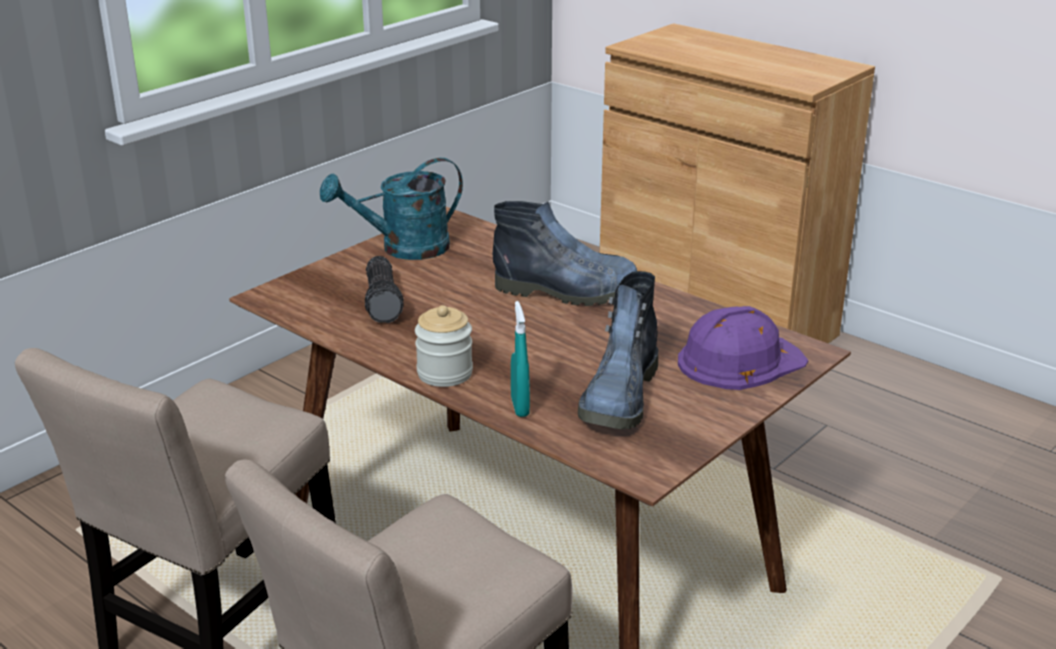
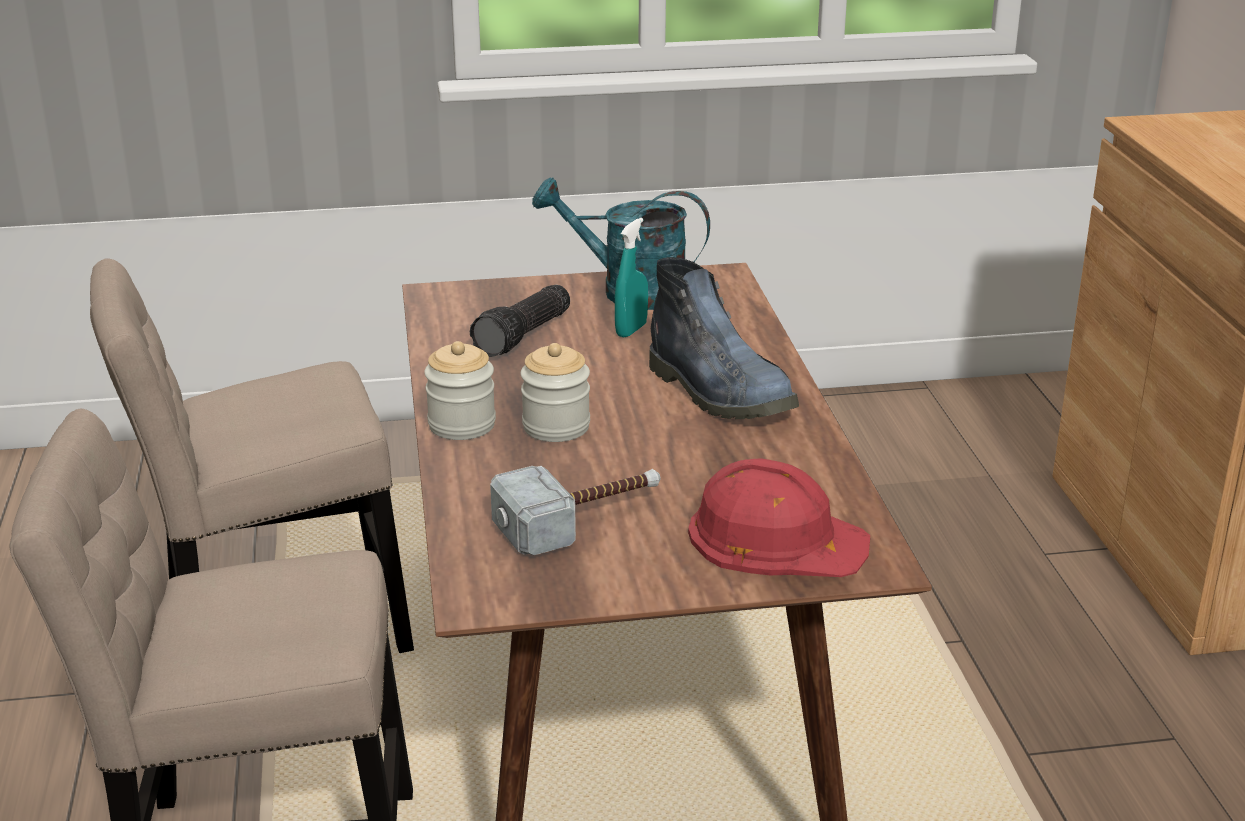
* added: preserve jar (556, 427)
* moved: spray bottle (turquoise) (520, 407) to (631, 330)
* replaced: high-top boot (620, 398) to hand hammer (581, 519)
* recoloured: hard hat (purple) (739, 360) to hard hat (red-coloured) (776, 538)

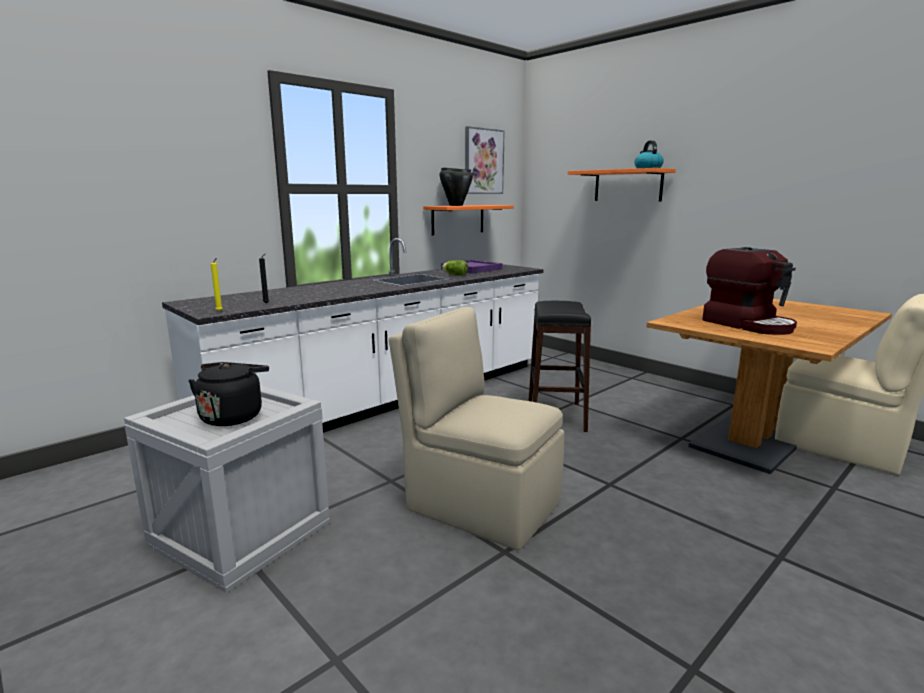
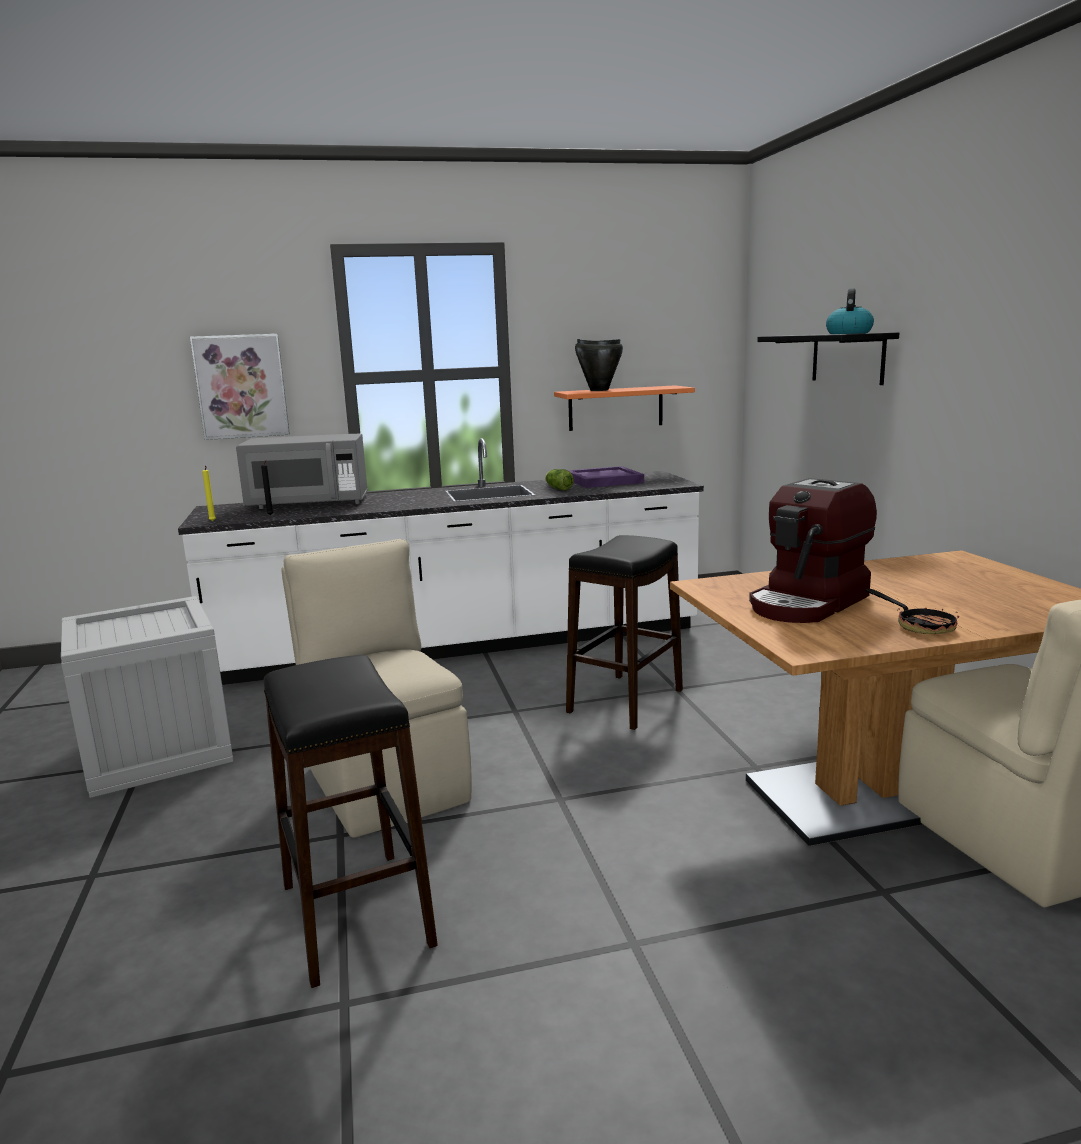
* removed: water kettle (black-coloured) (233, 416)
* added: microwave oven (greyish) (309, 503)
* added: stool seat (black-coloured) (355, 914)
* added: pan (918, 625)
* moved: wall art (483, 161) to (241, 386)
* recoloured: shelf (orange) (628, 185) to shelf (black-coloured) (847, 358)
* turned: coffee machine (748, 324) = (809, 603) 45 degrees clockwise

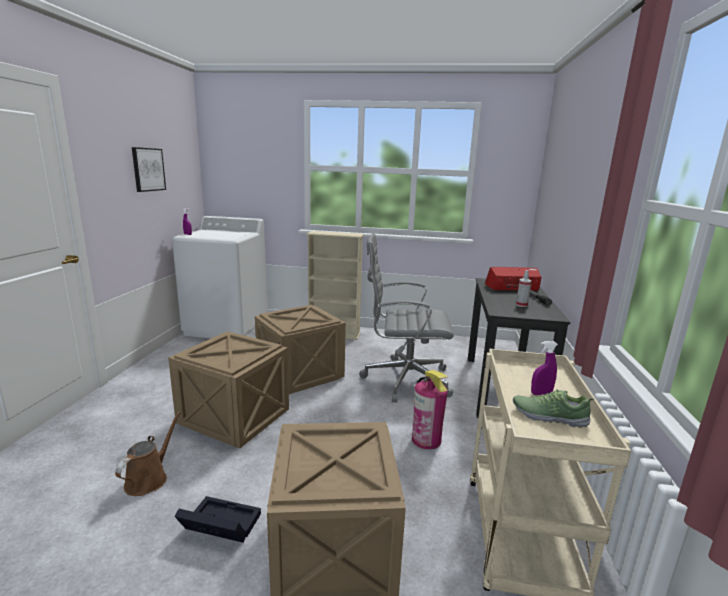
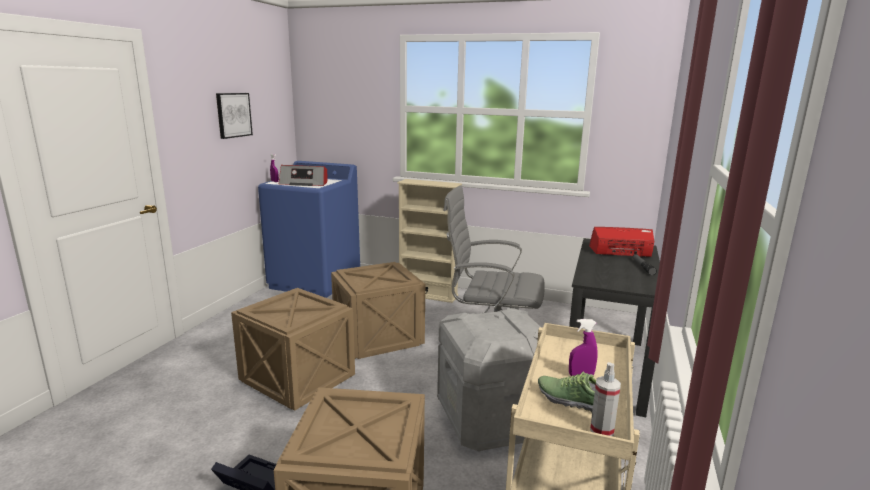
* removed: watering can (brown-coloured) (149, 479)
* added: radio receiver (304, 183)
* moved: spray bottle (521, 305) to (602, 430)
* replaced: fire extinguisher (426, 440) to storage box (greyish) (494, 419)
* recoloured: washing machine (white) (227, 327) to washing machine (blue) (315, 281)

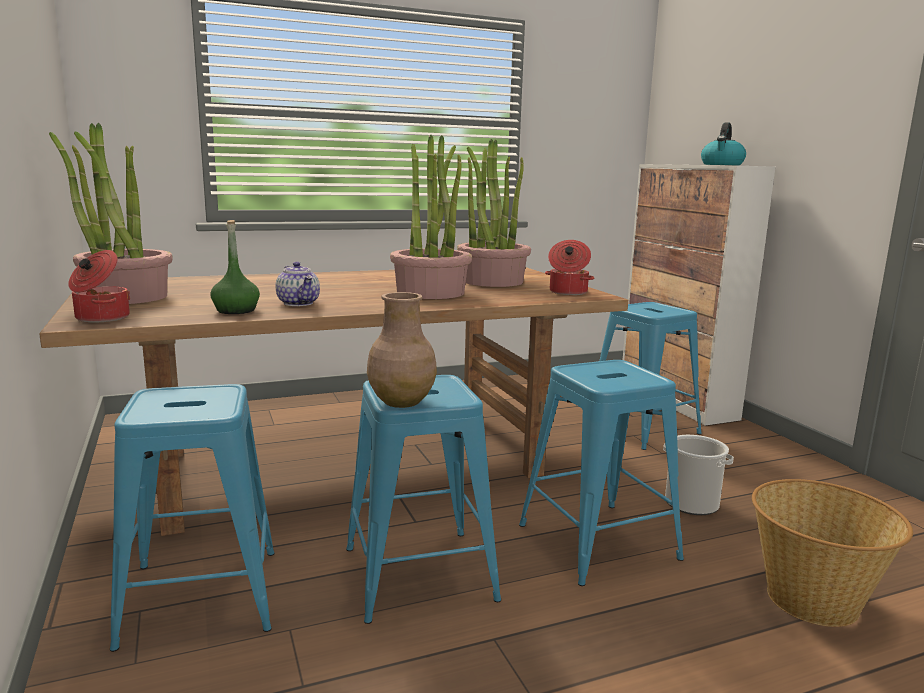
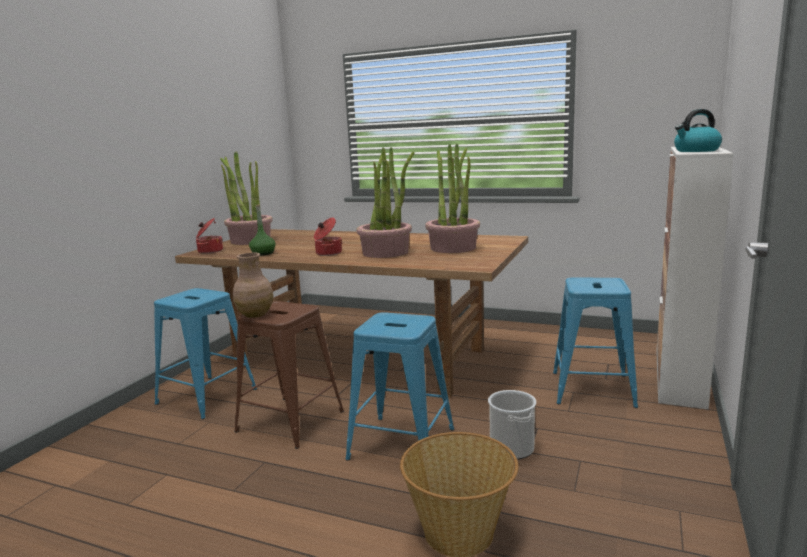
* removed: tea pot (299, 303)
* moved: saucepot (567, 292) to (328, 253)
* recoloured: stool seat (blue) (419, 573) to stool seat (brown-coloured) (291, 421)

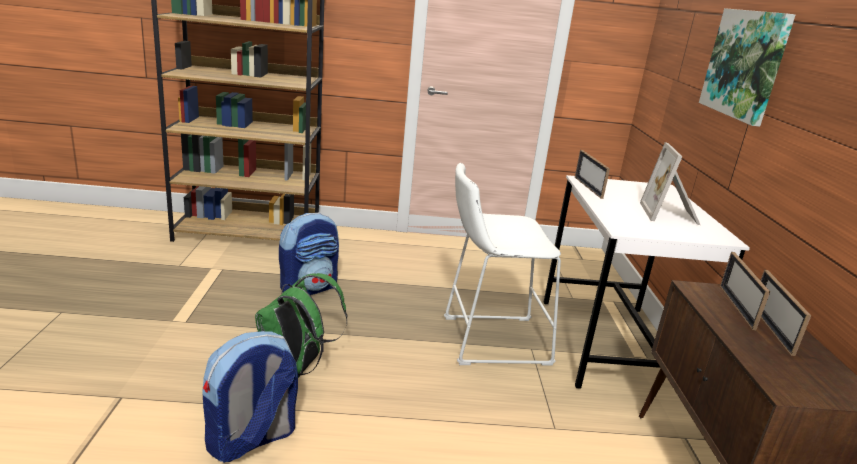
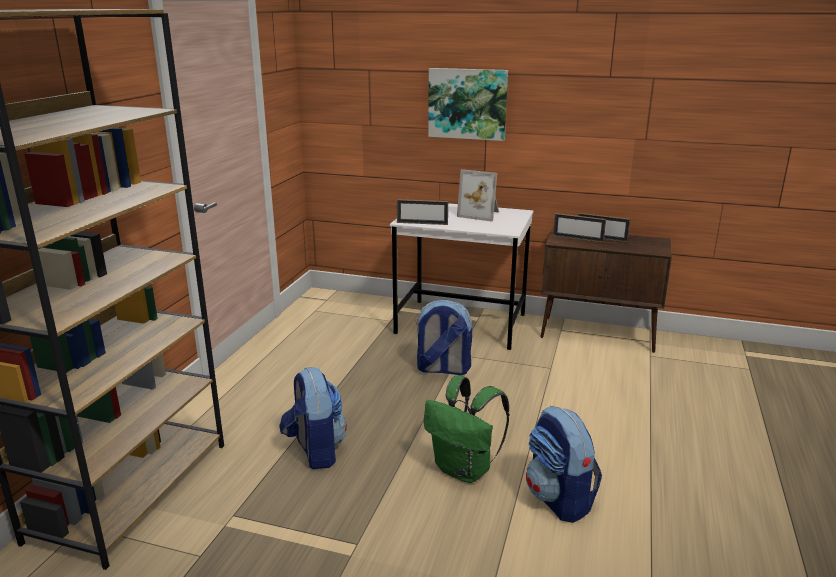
* replaced: stool seat (white) (489, 340) to knapsack (442, 369)

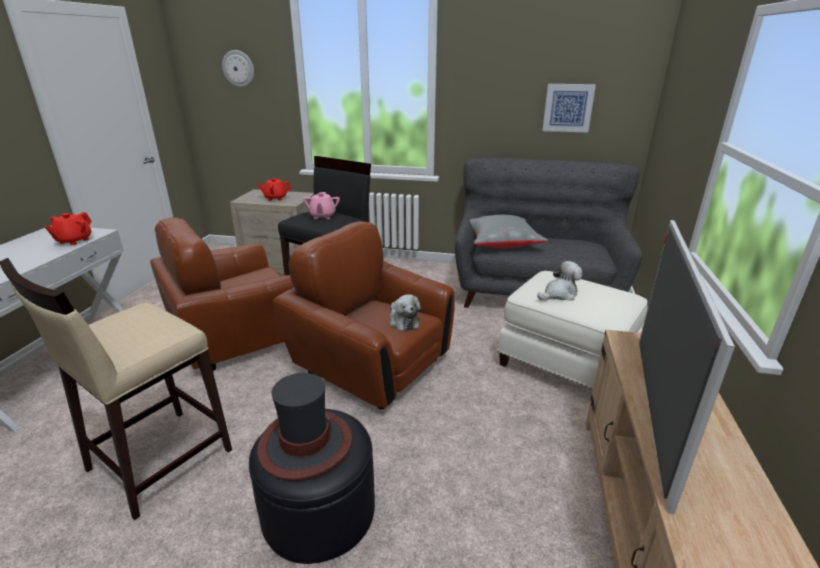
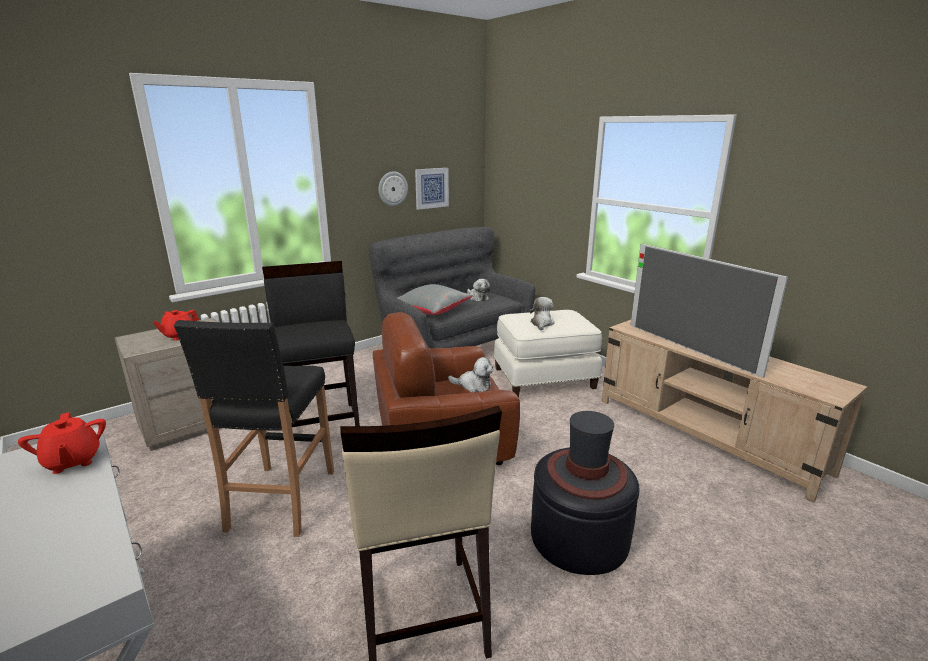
* removed: tea pot (pink) (322, 216)
* added: cuddly toy (477, 298)
* moved: hanging clock (238, 68) to (392, 188)
* replaced: armchair (brown-coloured) (237, 337) to stool seat (black-coloured) (281, 500)

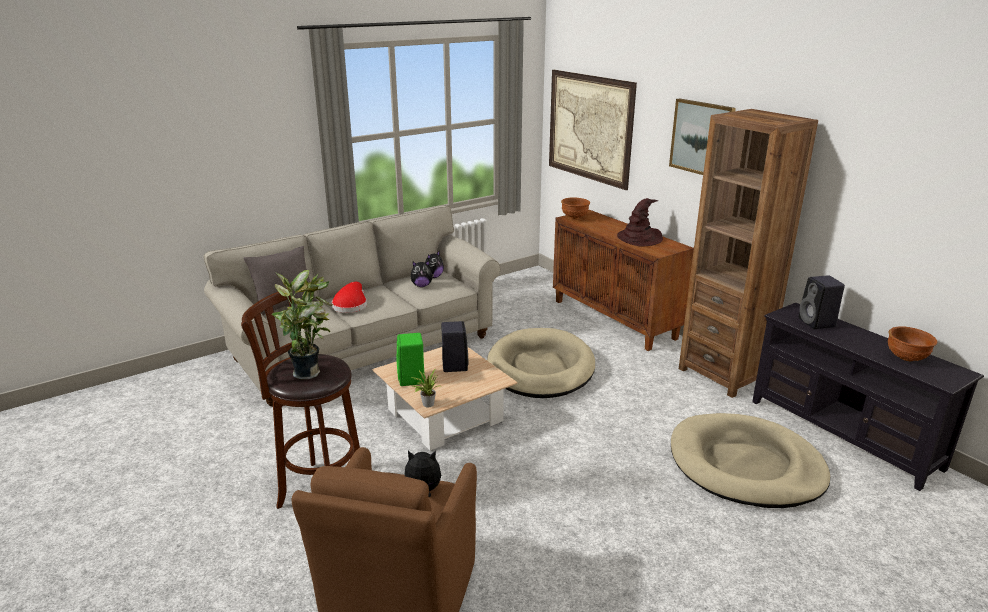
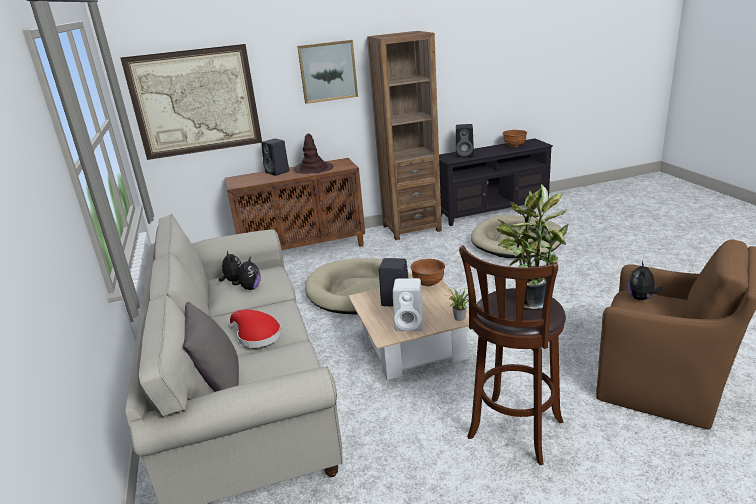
* added: loudspeaker (black-coloured) (278, 172)
* moved: deep dish (brown-coloured) (575, 218) to (428, 283)
* recoloured: loudspeaker (greenish) (412, 379) to loudspeaker (white) (410, 324)

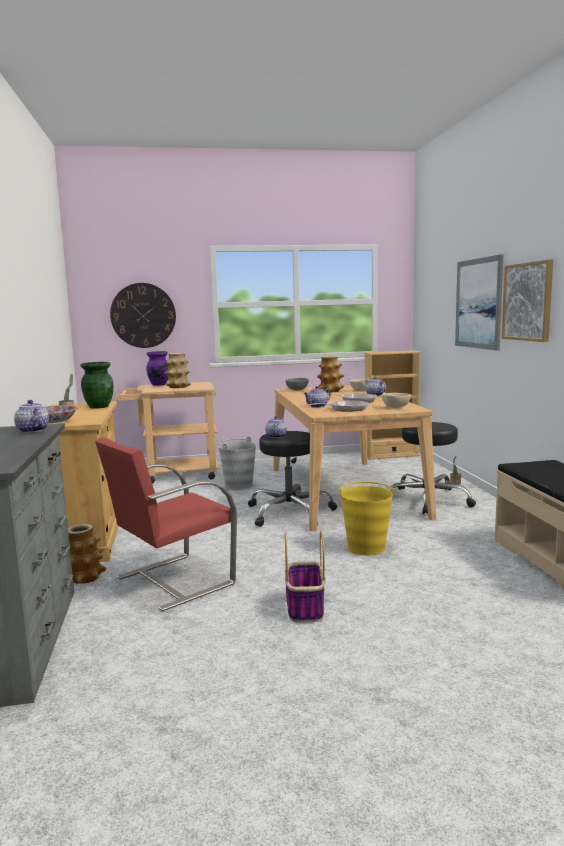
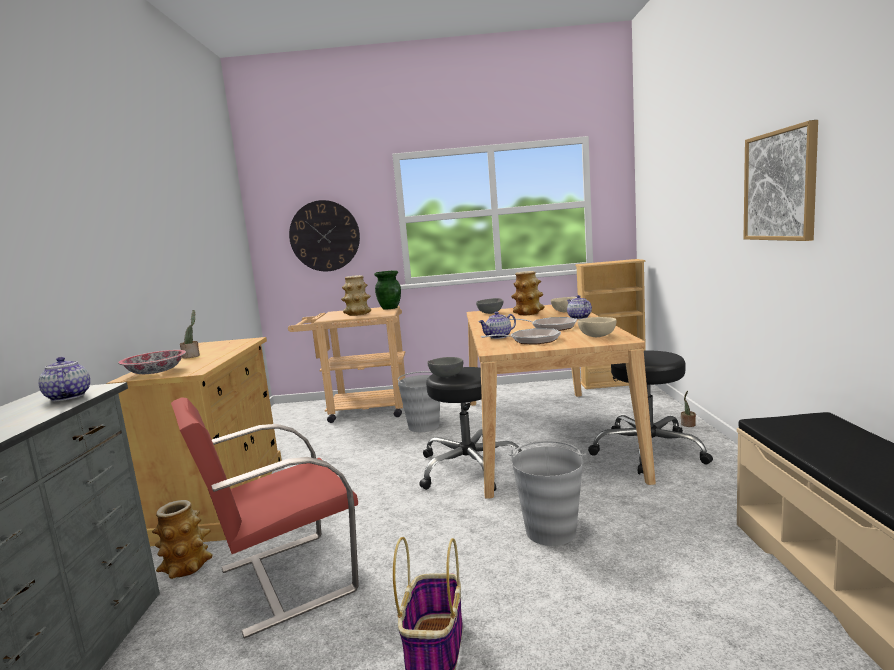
* removed: flower vase (purple) (159, 384)
* removed: wall art (478, 303)
* moved: flower vase (greenish) (99, 407) to (390, 308)
* replaced: tea pot (276, 436) to deep dish (greyish) (445, 376)
* recoloured: bucket (yellow-coloured) (366, 547) to bucket (greyish) (551, 531)

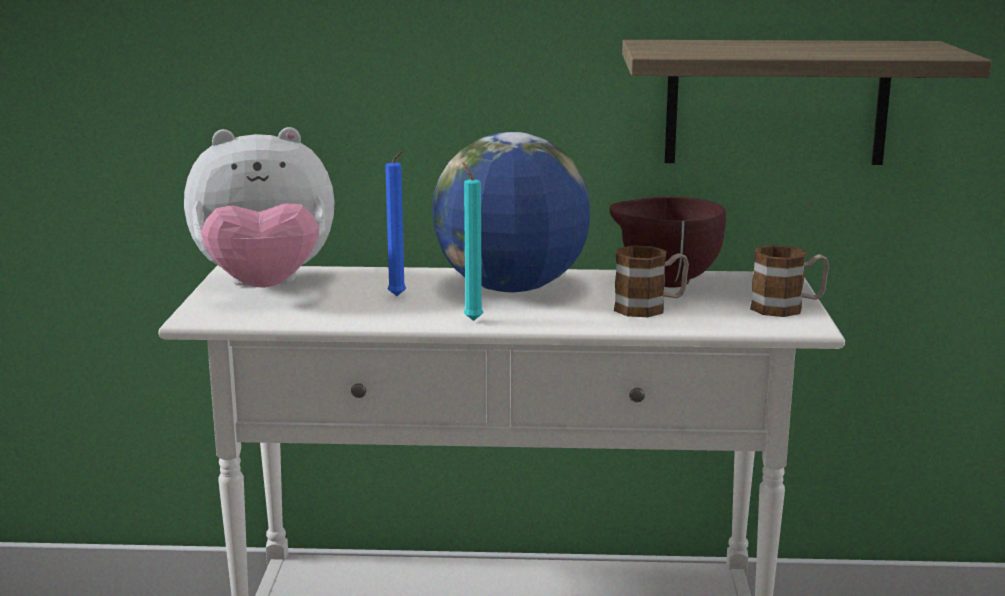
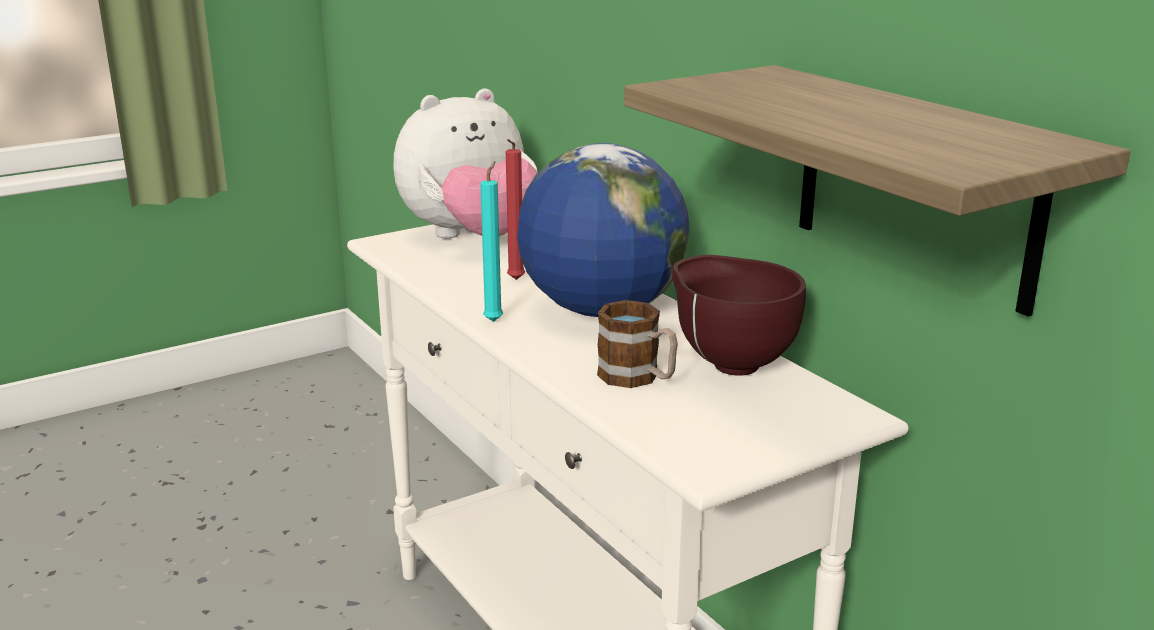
* removed: tea mug (787, 308)
* recoloured: candle (blue) (398, 297) to candle (red-coloured) (514, 280)
* turned: cuddly toy (264, 288) = (471, 238) 75 degrees counterclockwise

